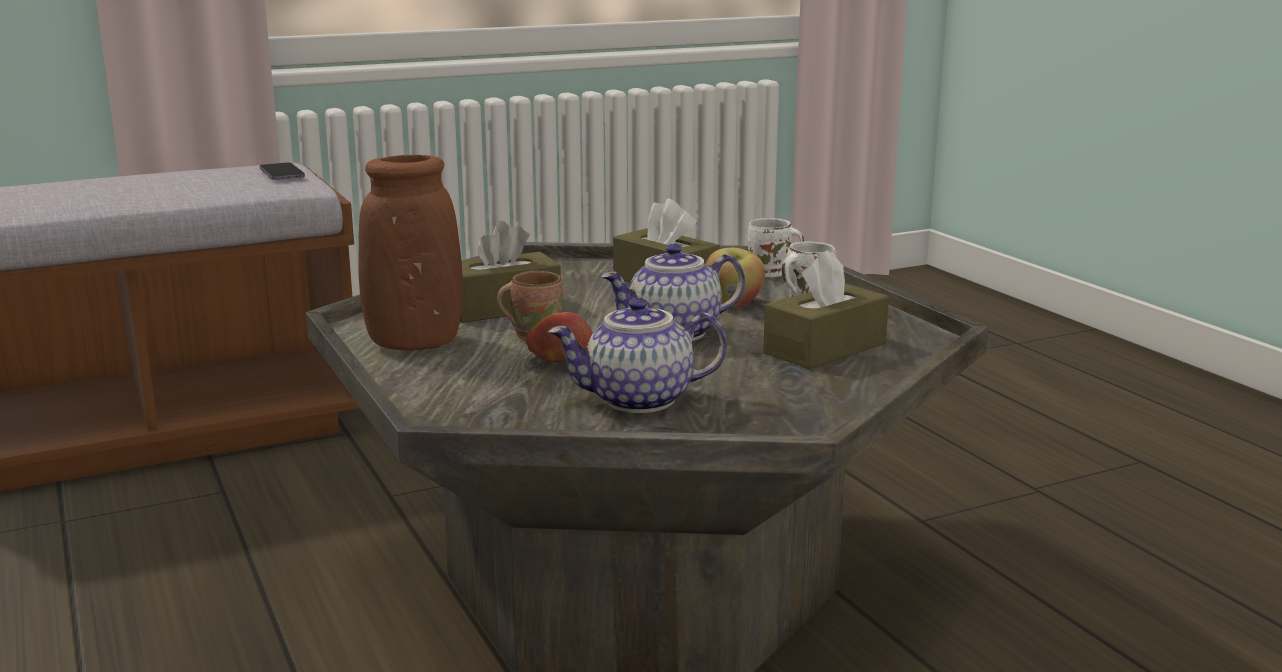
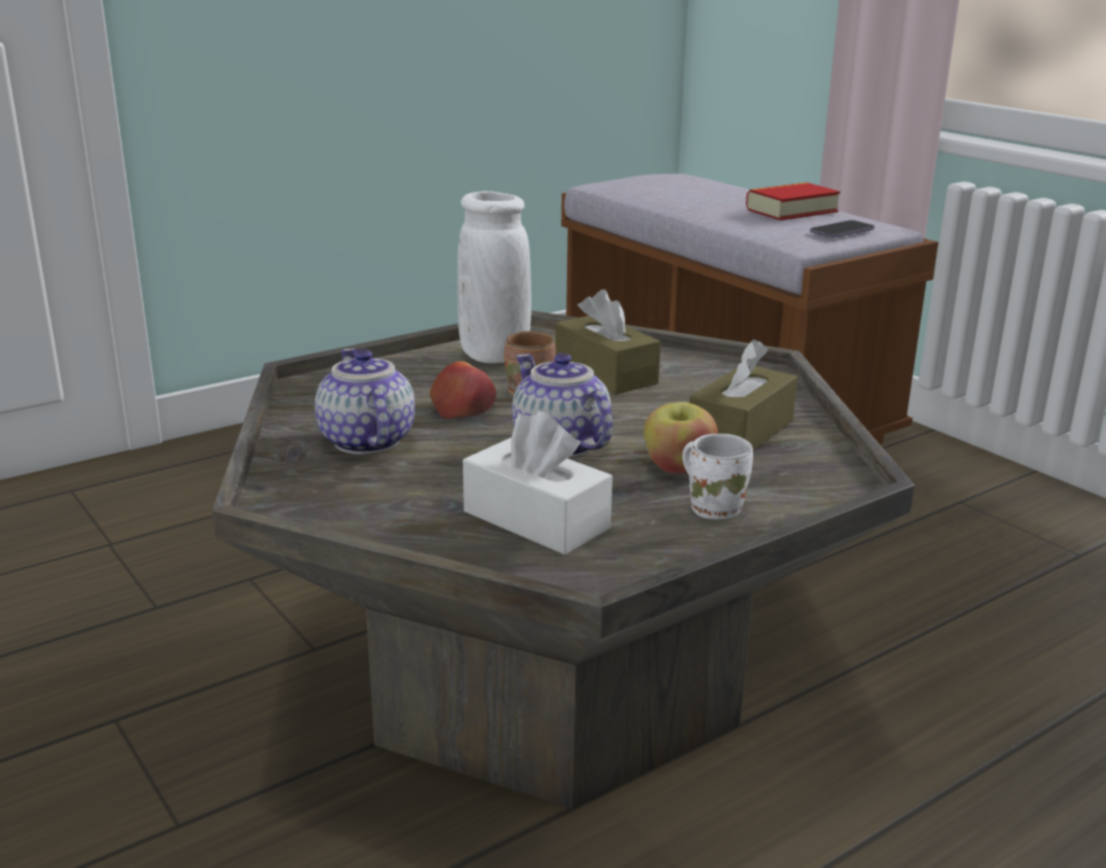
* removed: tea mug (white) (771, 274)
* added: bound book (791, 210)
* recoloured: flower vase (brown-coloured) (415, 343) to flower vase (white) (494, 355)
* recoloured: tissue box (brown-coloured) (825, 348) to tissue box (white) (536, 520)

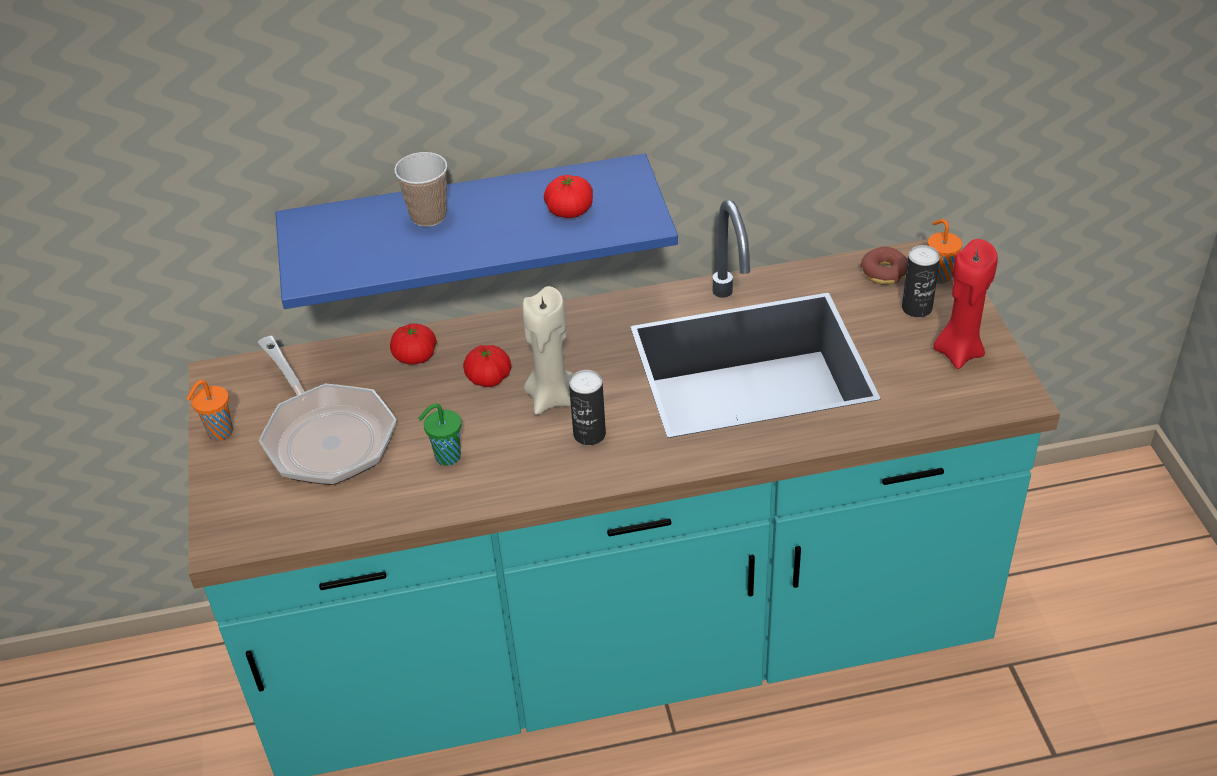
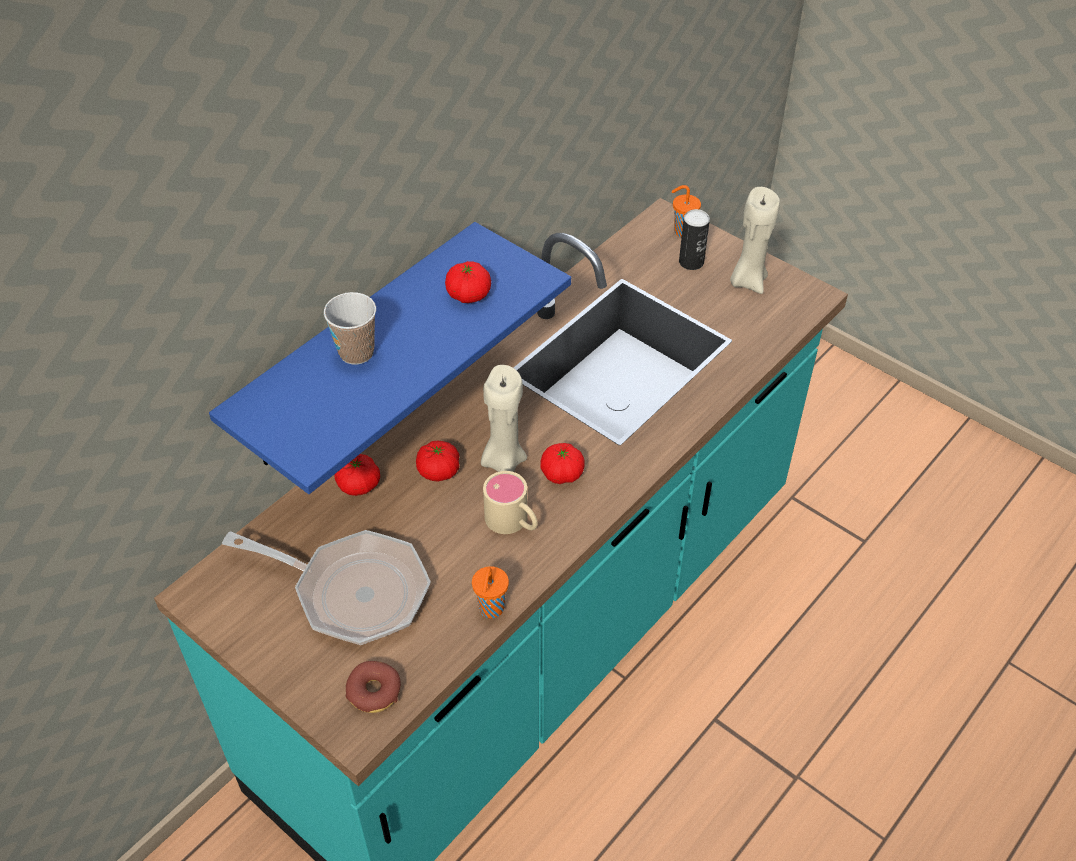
* removed: small cup (greenish) (446, 457)
* added: tea mug (beige-coloured) (513, 522)
* moved: small cup (orange) (219, 433) to (491, 610)
* moved: donut (884, 272) to (374, 691)
* replaced: can (589, 434) to fresh tomato (562, 473)
* recoloured: candle (red-coloured) (958, 352) to candle (beige-coloured) (747, 281)

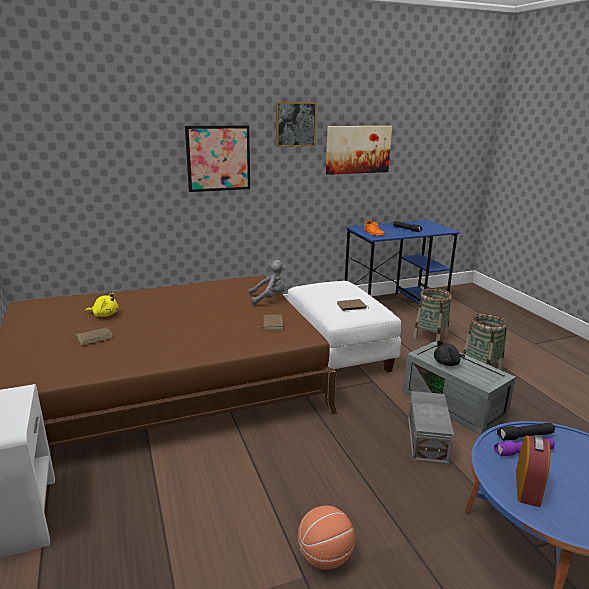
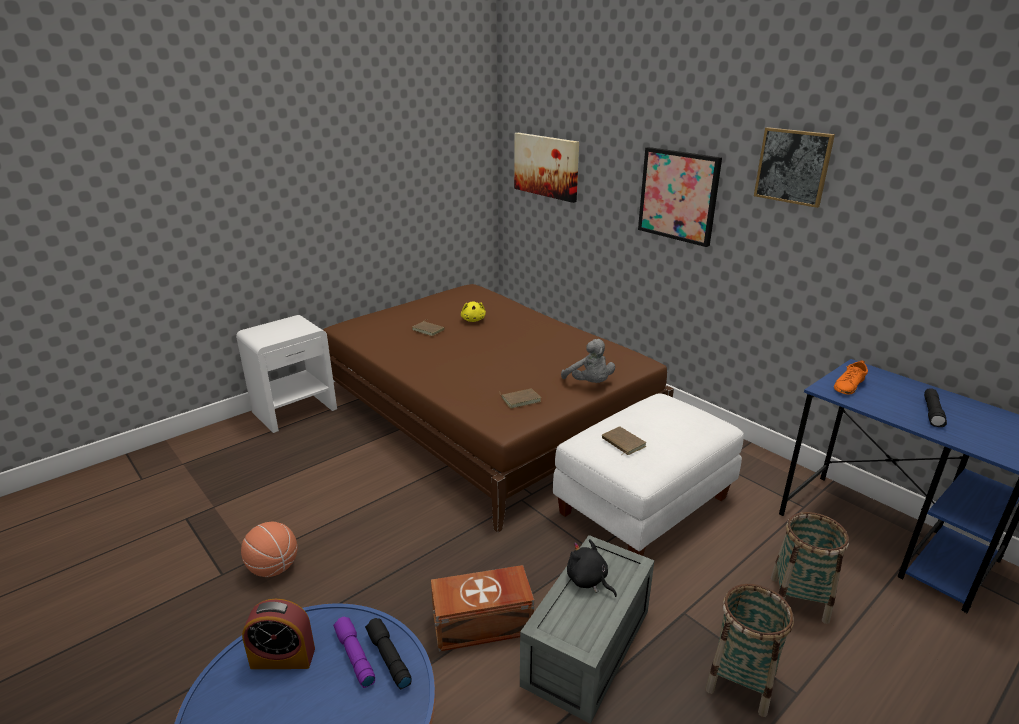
* moved: wall art (358, 149) to (546, 166)
* recoloured: storage box (greyish) (428, 439) to storage box (brown-coloured) (484, 624)

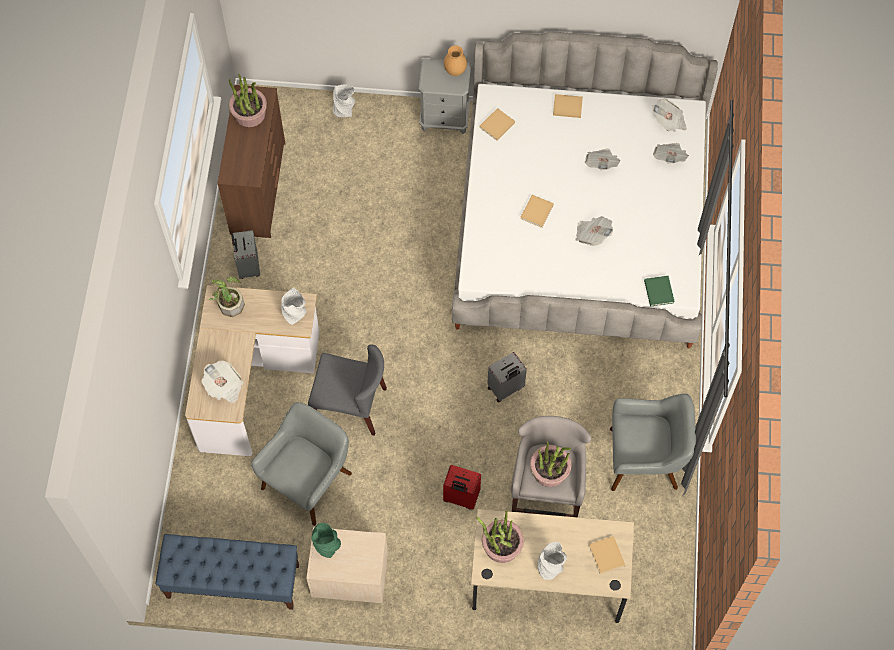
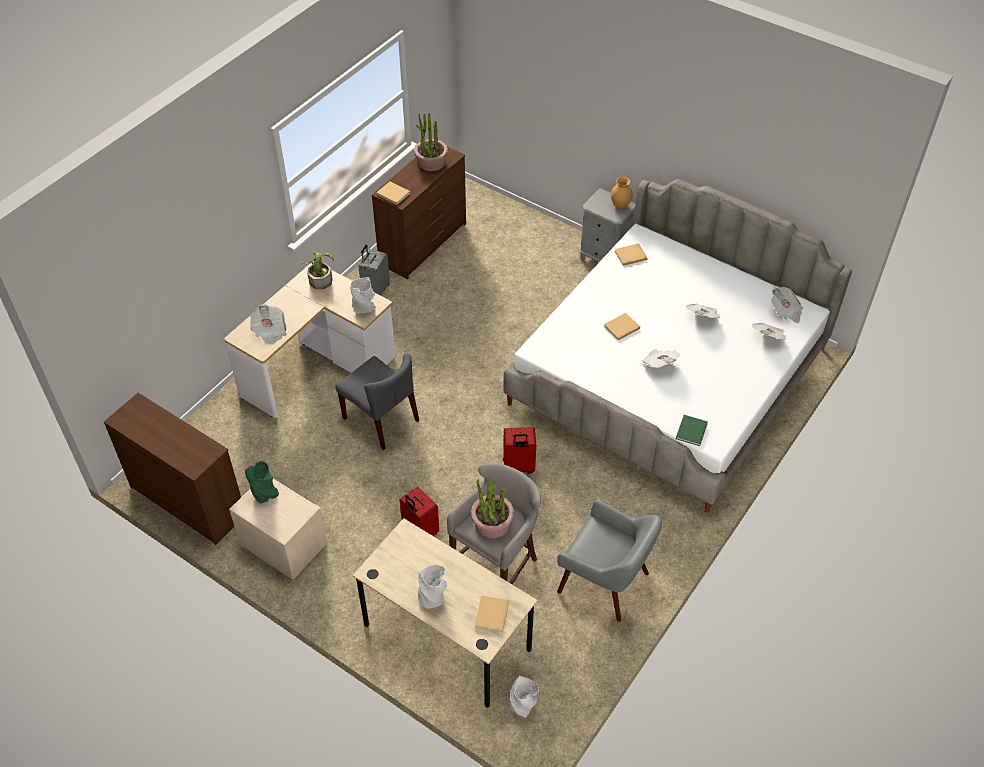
* removed: armchair (greyish) (308, 480)
* removed: houseplant (501, 546)
* moved: flower vase (greyish) (345, 109) to (523, 705)
* moved: bound book (beige-coloured) (566, 106) to (392, 193)
* replaced: bench (blue) (232, 581) to drawer chest (brown-coloured) (189, 500)
* recoloured: travel case (greyish) (506, 388) to travel case (red-coloured) (518, 467)

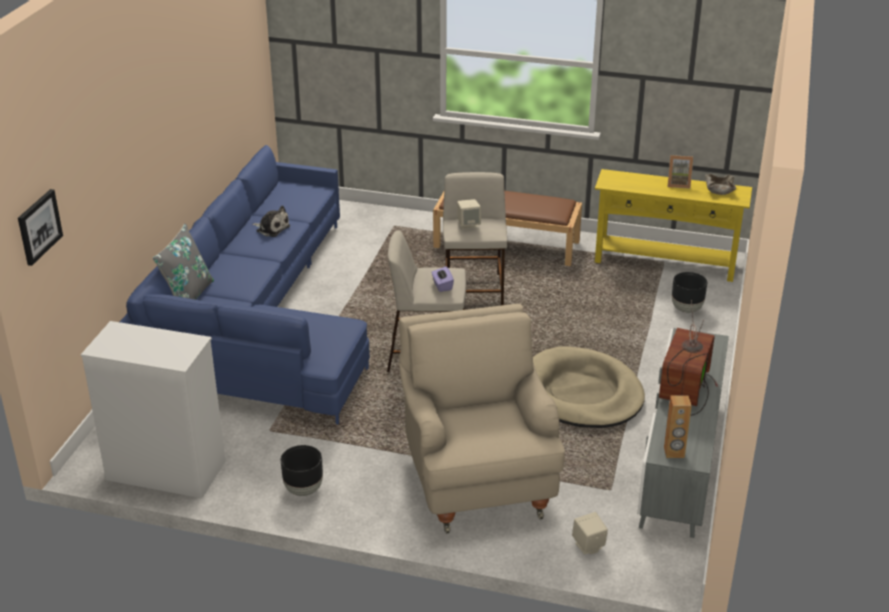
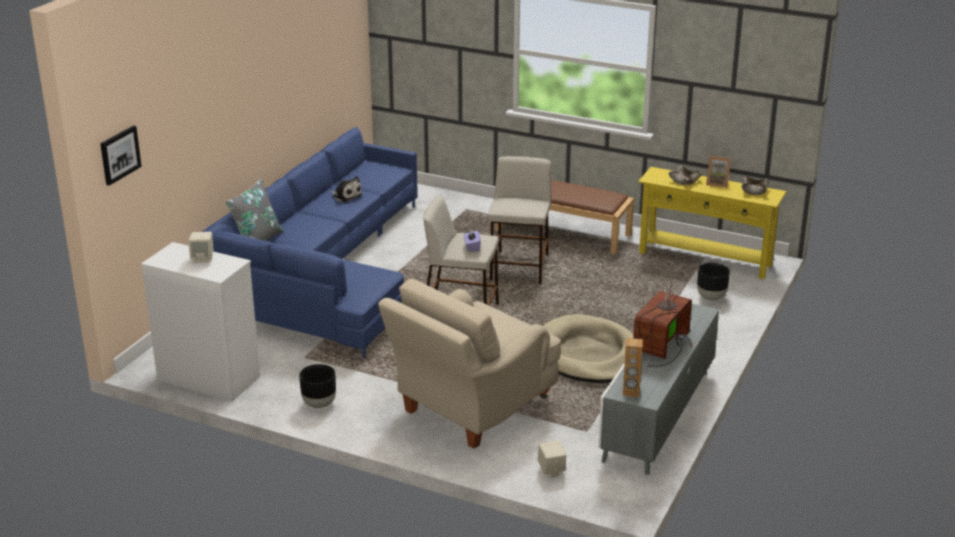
* added: deep dish (beige-coloured) (684, 181)
* moved: loudspeaker (beige-coloured) (468, 225) to (203, 258)
* turned: armchair (beige-coloured) (477, 476) = (472, 409) 135 degrees counterclockwise

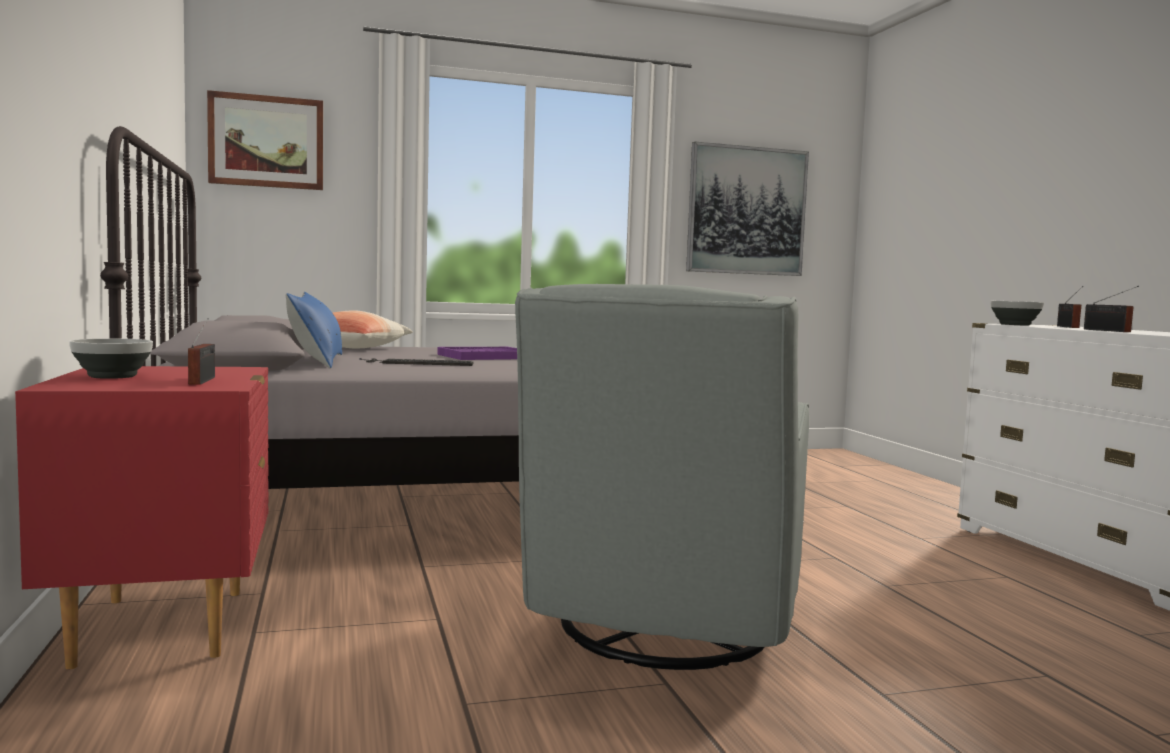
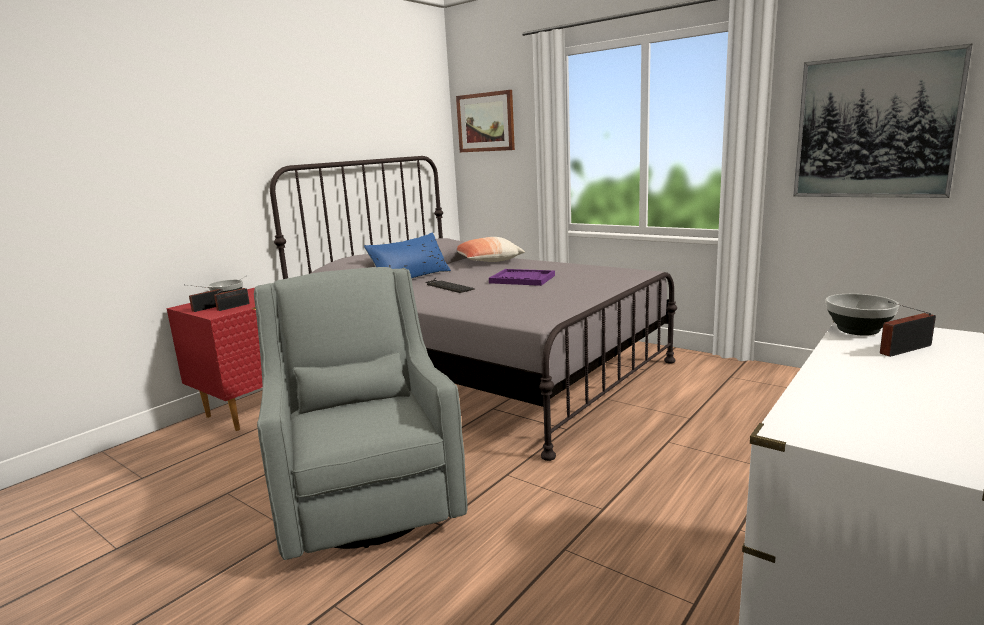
* moved: radio receiver (1108, 331) to (206, 308)
* turned: armchair (greyish) (661, 629) = (367, 501) 90 degrees clockwise

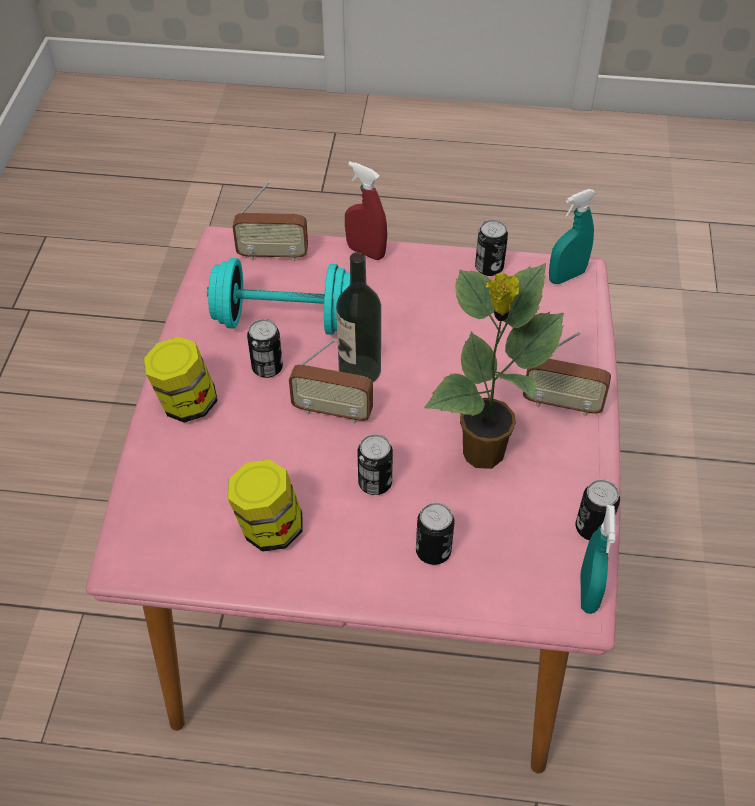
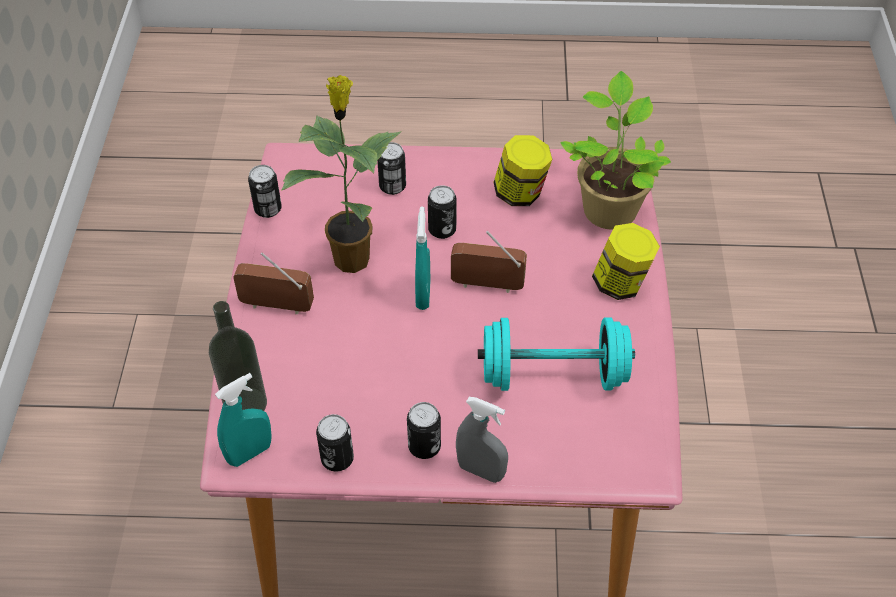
* removed: radio receiver (273, 255)
* added: houseplant (609, 207)
* moved: can (267, 367) to (424, 446)
* moved: drink bottle (359, 370) to (245, 404)
* moved: spray bottle (turquoise) (588, 592) to (423, 295)
* recoloured: spray bottle (red-coloured) (366, 252) to spray bottle (greyish) (480, 471)

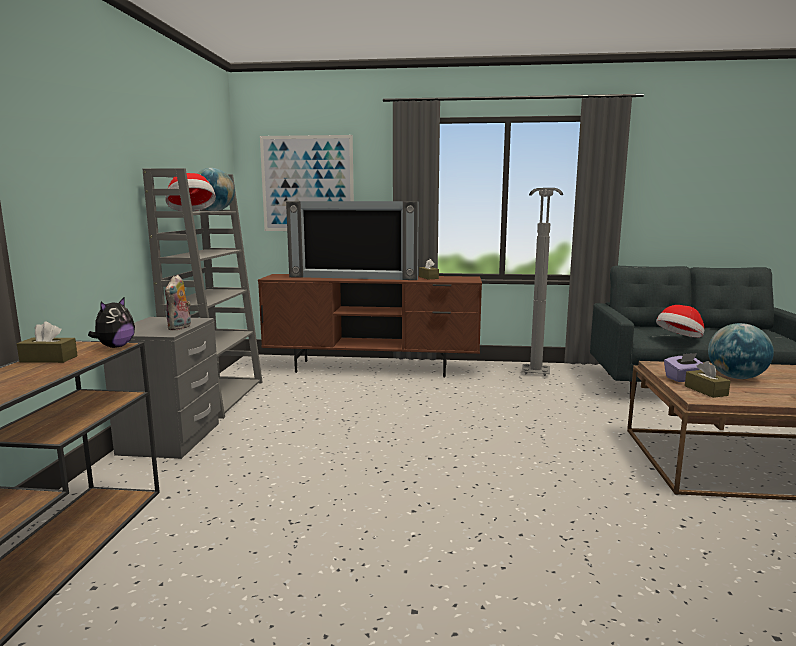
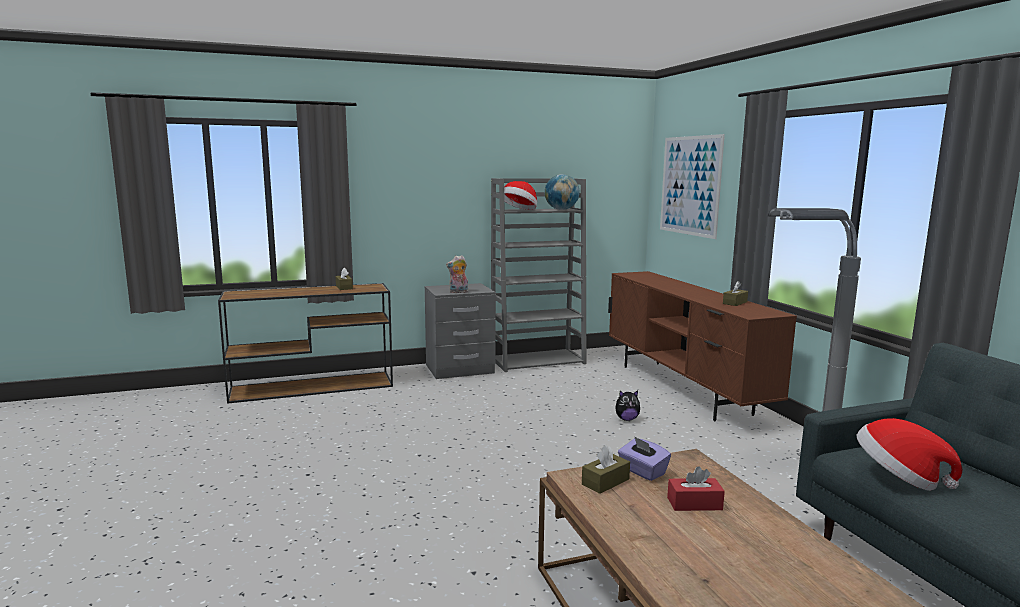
* removed: television (353, 277)
* moved: cuddly toy (115, 347) to (626, 419)
* replaced: globe (736, 377) to tissue box (red-coloured) (694, 504)

